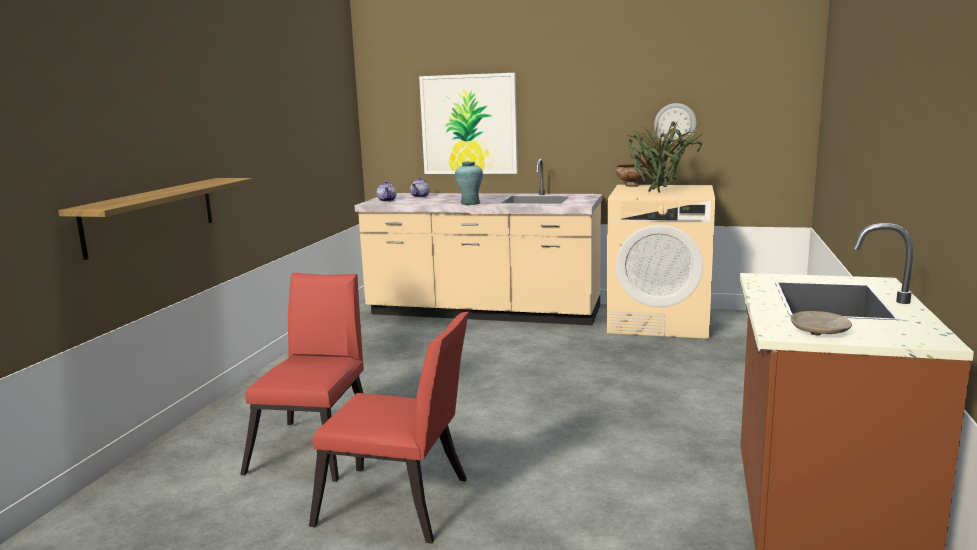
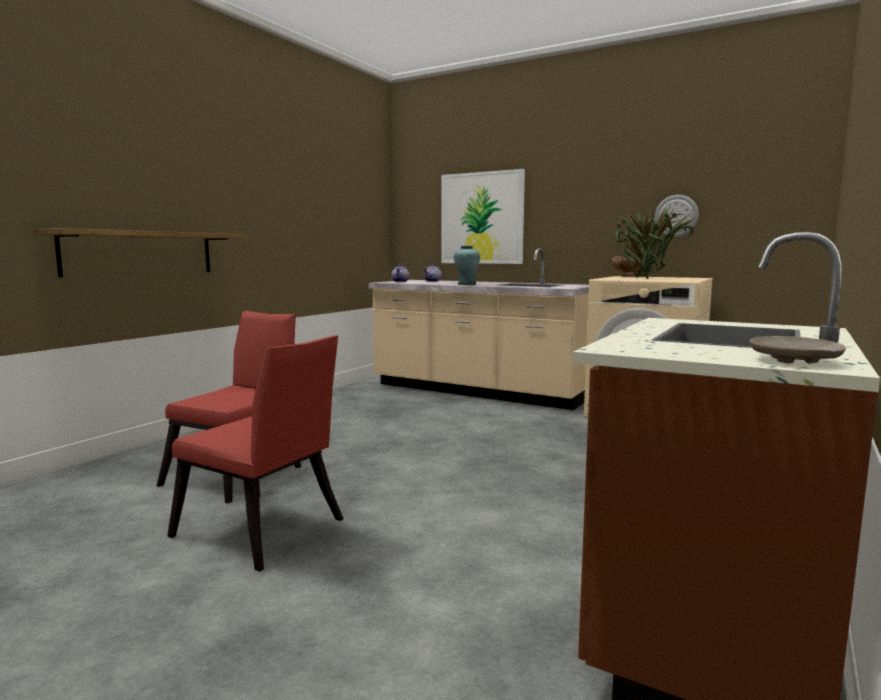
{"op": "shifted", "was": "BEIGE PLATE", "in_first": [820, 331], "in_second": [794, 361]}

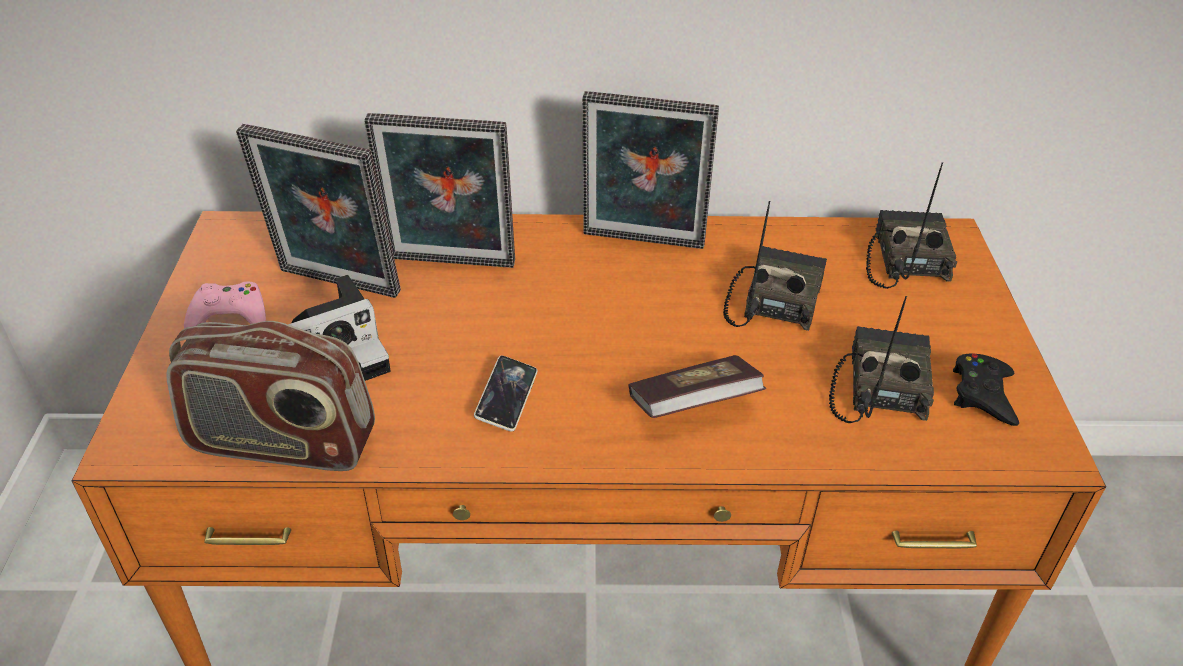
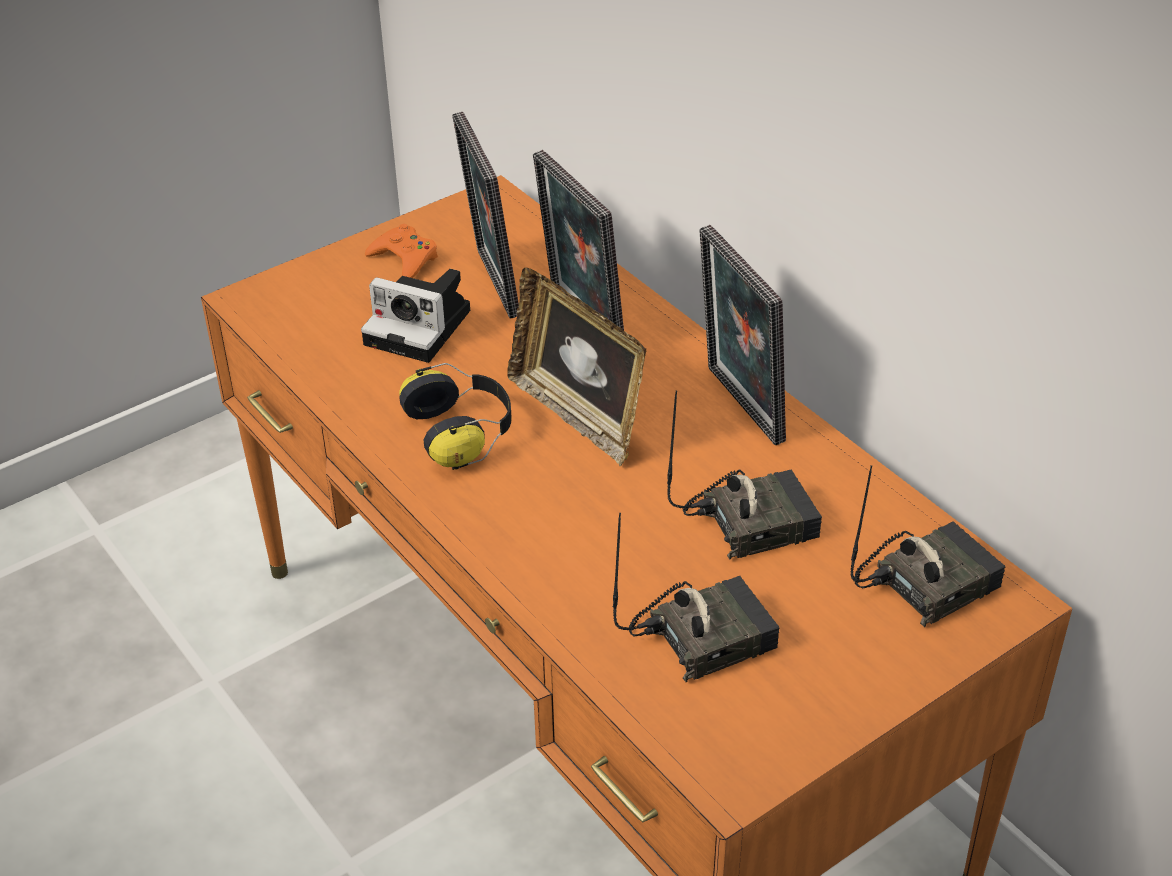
{"op": "repainted", "was": "PINK GAME CONTROLLER", "now": "ORANGE GAME CONTROLLER", "in_first": [229, 316], "in_second": [404, 259]}
{"op": "gone", "was": "RADIO", "in_first": [282, 443]}
{"op": "gone", "was": "BLACK GAME CONTROLLER", "in_first": [983, 394]}
{"op": "swapped", "was": "PHONE", "now": "HEADPHONES", "in_first": [507, 397], "in_second": [462, 432]}
{"op": "gone", "was": "BOOK", "in_first": [693, 405]}
{"op": "new", "now": "PICTURE FRAME", "in_second": [578, 414]}

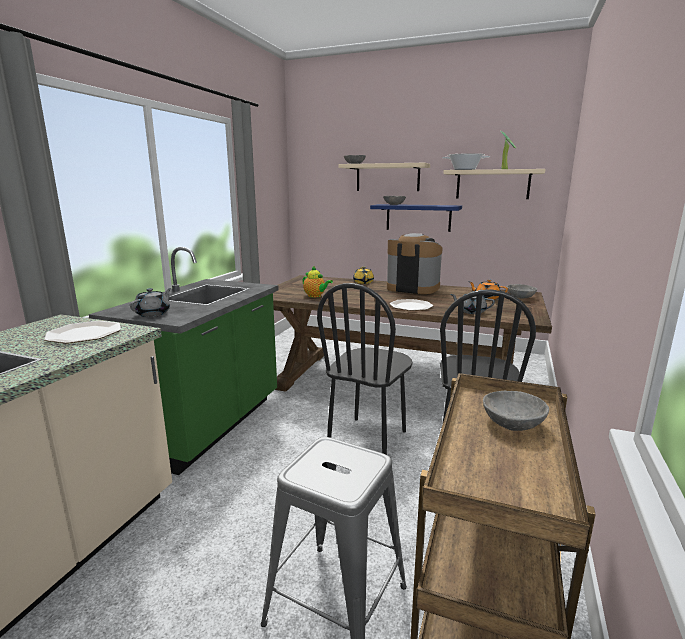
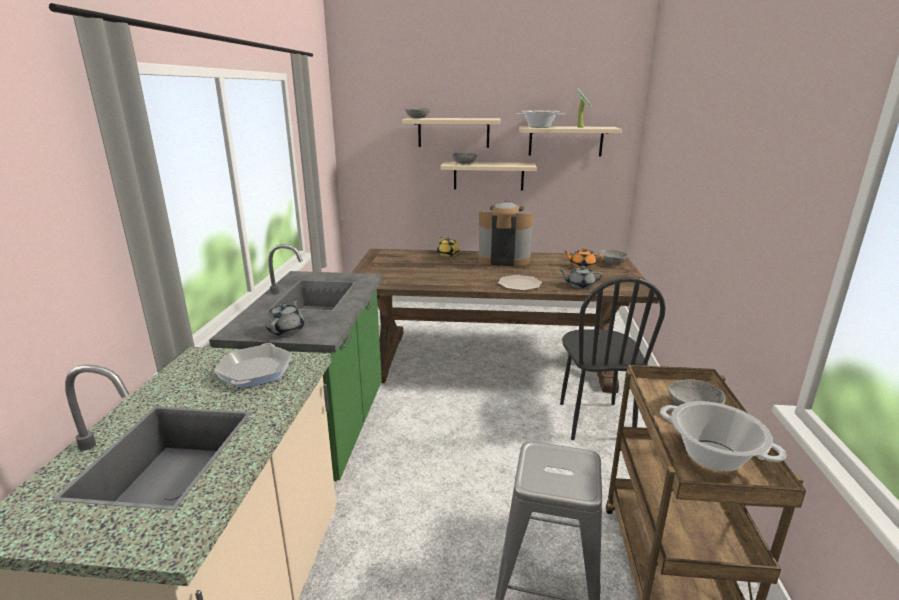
{"op": "repainted", "was": "BLUE SHELF", "now": "BEIGE SHELF", "in_first": [418, 217], "in_second": [488, 176]}
{"op": "gone", "was": "TEAPOT", "in_first": [315, 296]}
{"op": "gone", "was": "BLACK CHAIR", "in_first": [368, 439]}
{"op": "swapped", "was": "PLATE", "now": "FRYING PAN", "in_first": [84, 333], "in_second": [255, 371]}
{"op": "new", "now": "COOKING POT", "in_second": [713, 456]}

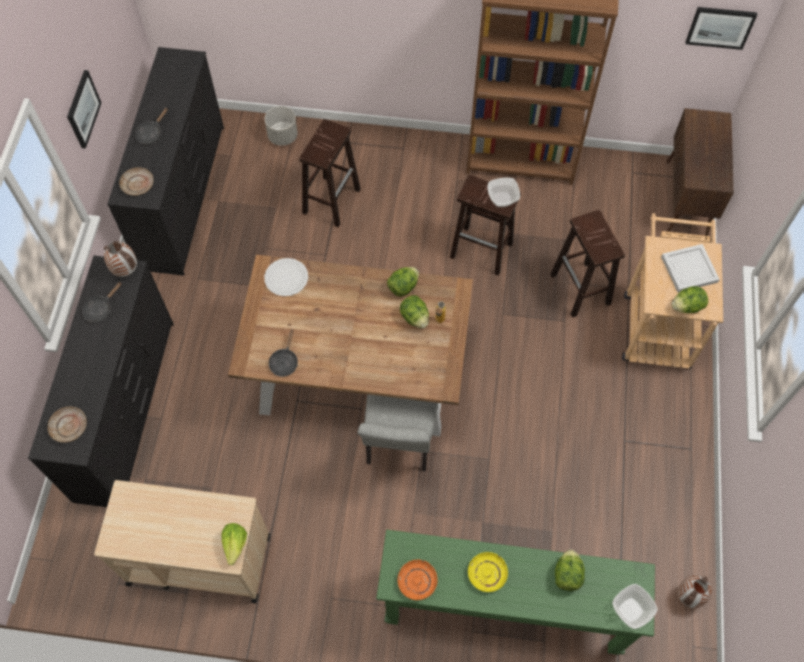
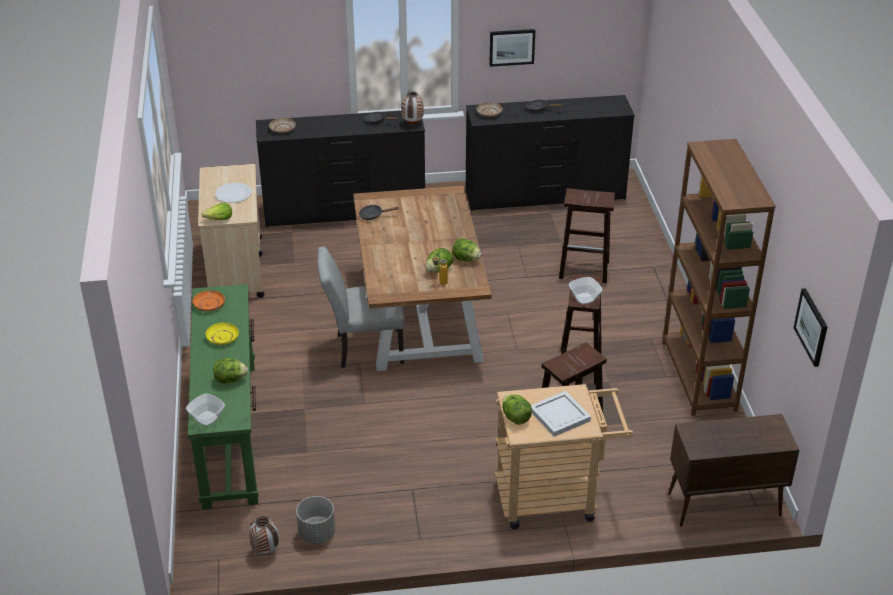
{"op": "shifted", "was": "GREY PLANTER", "in_first": [283, 136], "in_second": [316, 534]}
{"op": "shifted", "was": "WHITE PLATE", "in_first": [286, 278], "in_second": [233, 194]}

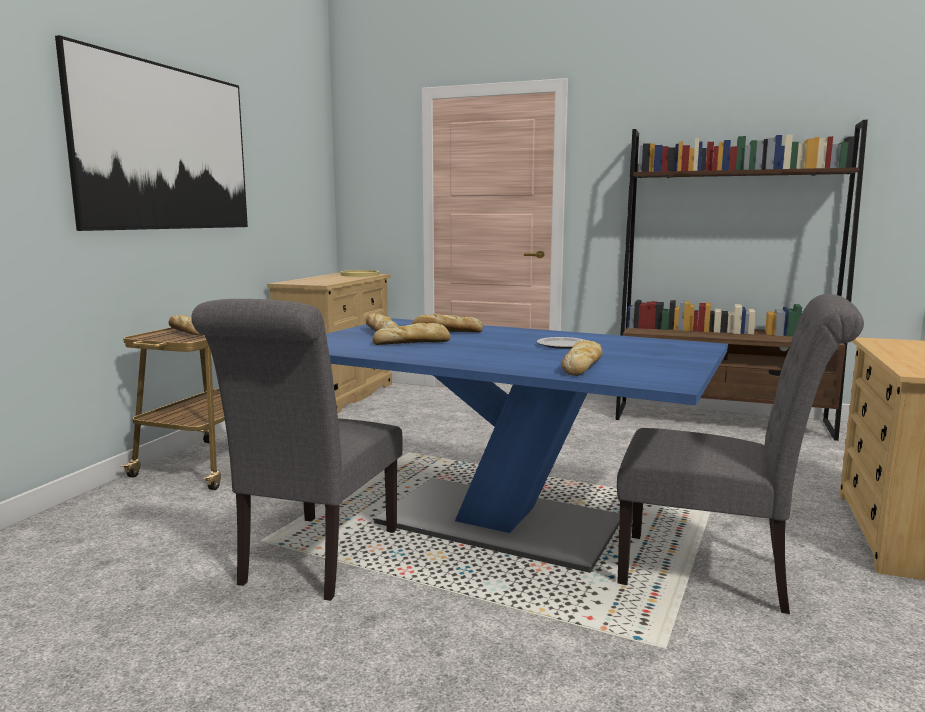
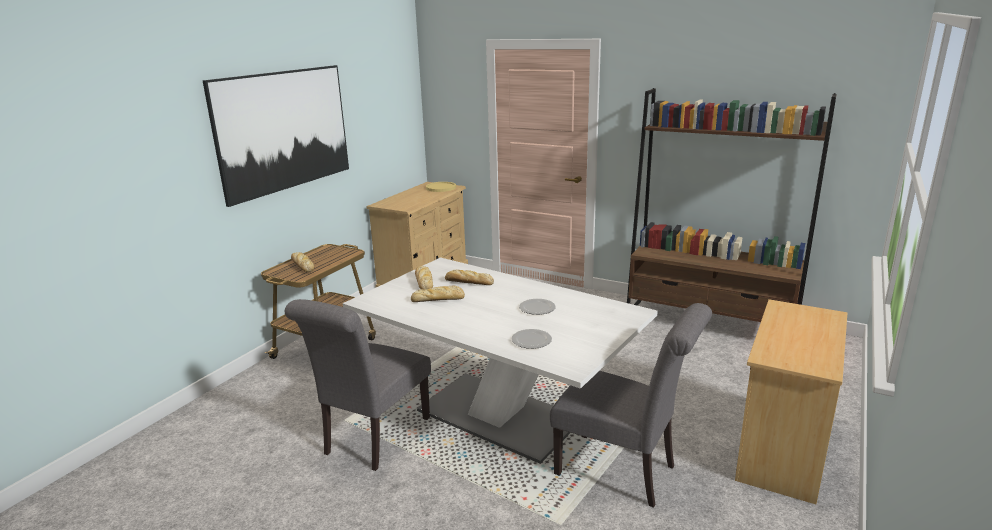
{"op": "repainted", "was": "BLUE DINING TABLE", "now": "WHITE DINING TABLE", "in_first": [499, 522], "in_second": [498, 415]}
{"op": "swapped", "was": "BREAD", "now": "PLATE", "in_first": [582, 366], "in_second": [531, 340]}

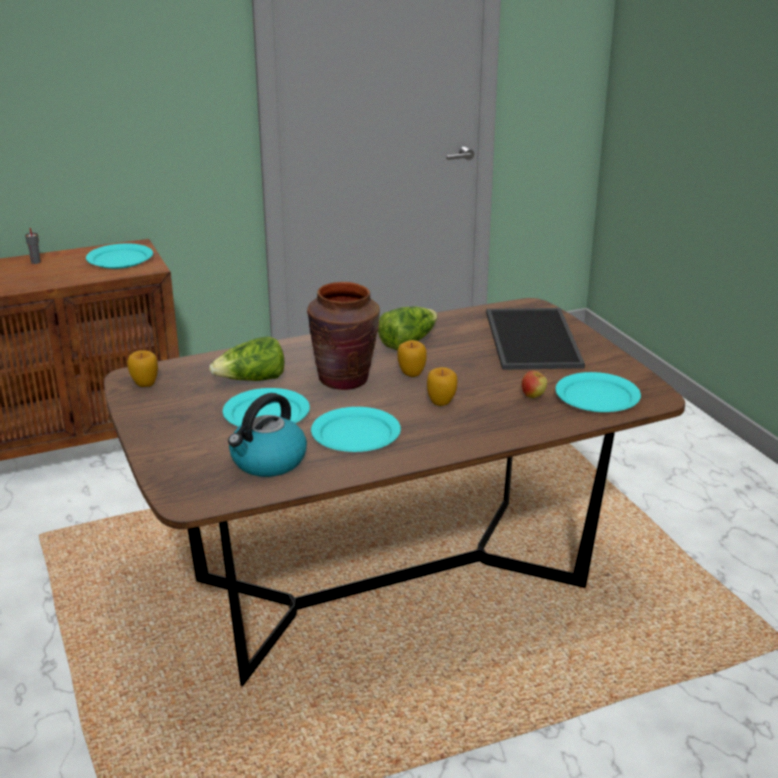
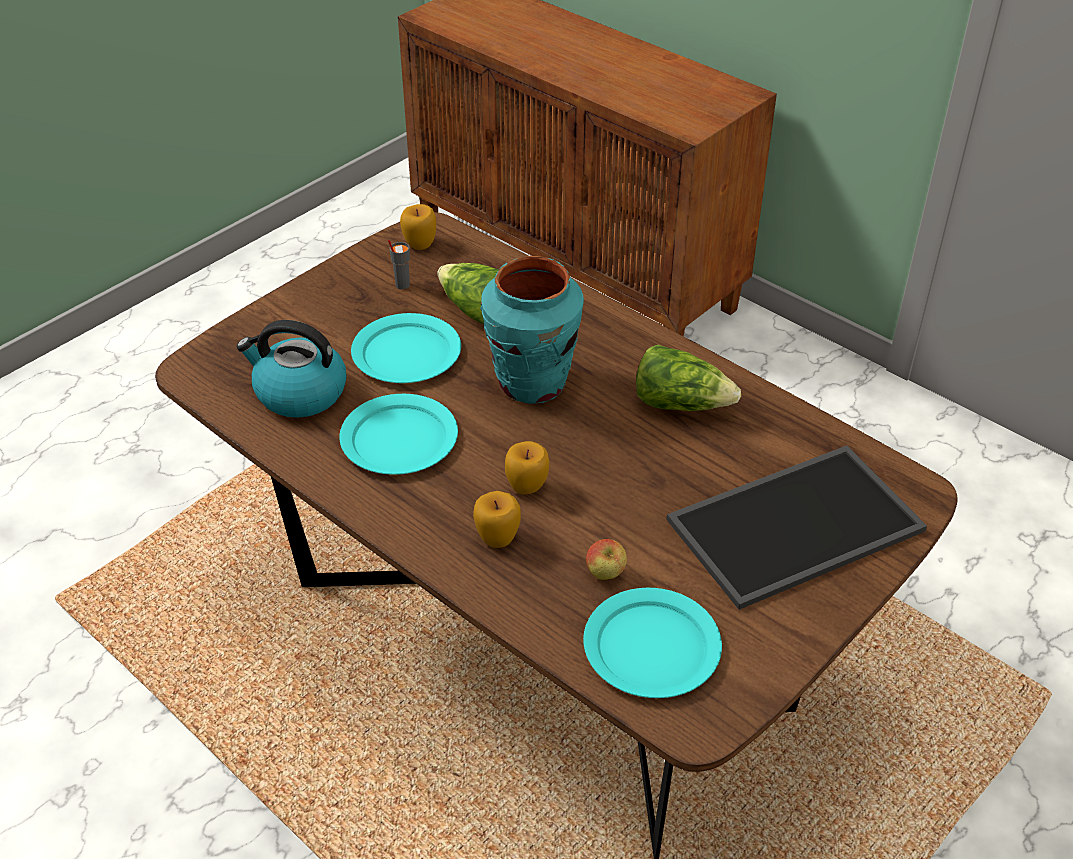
{"op": "shifted", "was": "GREY CUP", "in_first": [35, 262], "in_second": [402, 285]}
{"op": "gone", "was": "TURQUOISE PLATE", "in_first": [119, 259]}
{"op": "repainted", "was": "BROWN VASE", "now": "TURQUOISE VASE", "in_first": [344, 379], "in_second": [532, 383]}
{"op": "shifted", "was": "APPLE", "in_first": [411, 373], "in_second": [497, 538]}

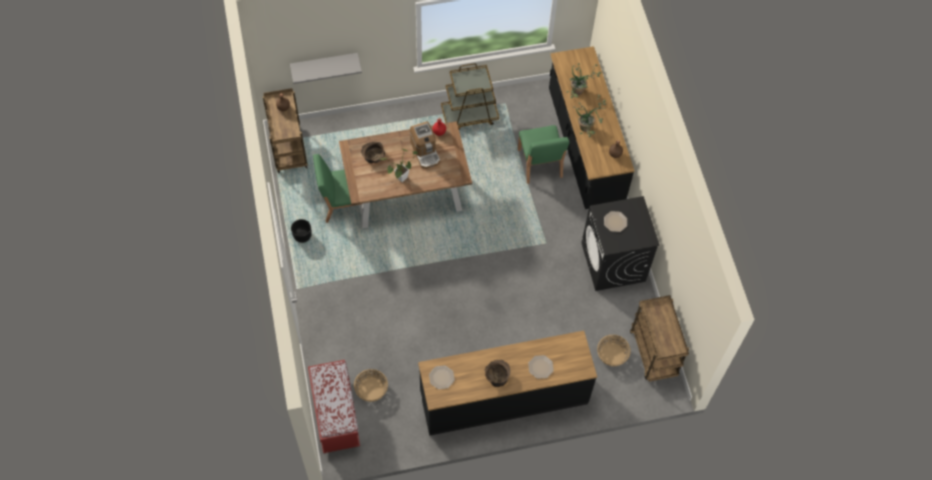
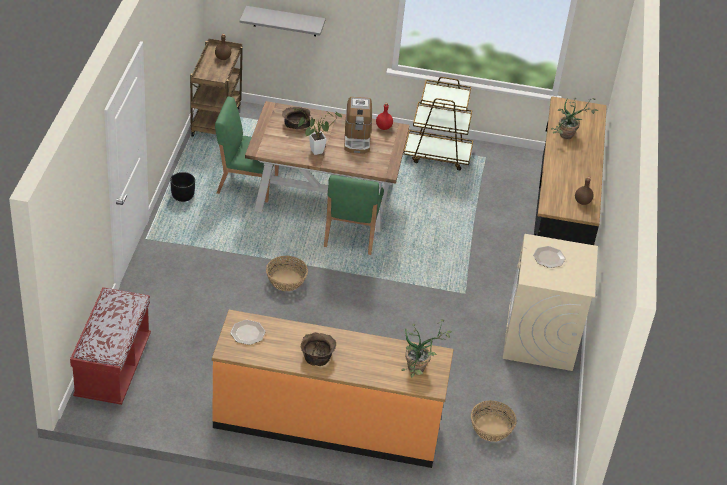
{"op": "shifted", "was": "POTTED PLANT", "in_first": [588, 128], "in_second": [419, 371]}
{"op": "shifted", "was": "GREEN CHAIR", "in_first": [539, 164], "in_second": [351, 234]}
{"op": "repainted", "was": "BLACK WASHING MACHINE", "now": "BEIGE WASHING MACHINE", "in_first": [613, 262], "in_second": [540, 339]}
{"op": "gone", "was": "BROWN CART", "in_first": [654, 354]}
{"op": "repainted", "was": "BLACK COUNTER", "now": "ORANGE COUNTER", "in_first": [503, 397], "in_second": [327, 423]}
{"op": "gone", "was": "PLATE", "in_first": [540, 367]}
{"op": "shifted", "was": "BASKET", "in_first": [371, 389], "in_second": [286, 280]}

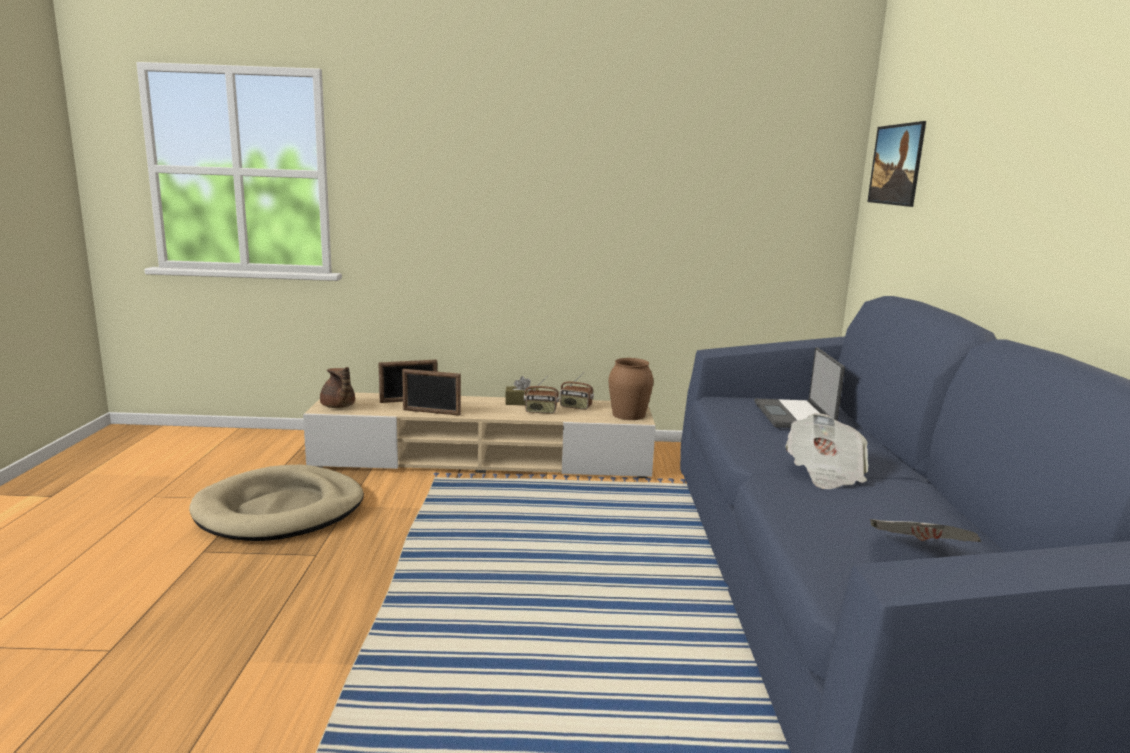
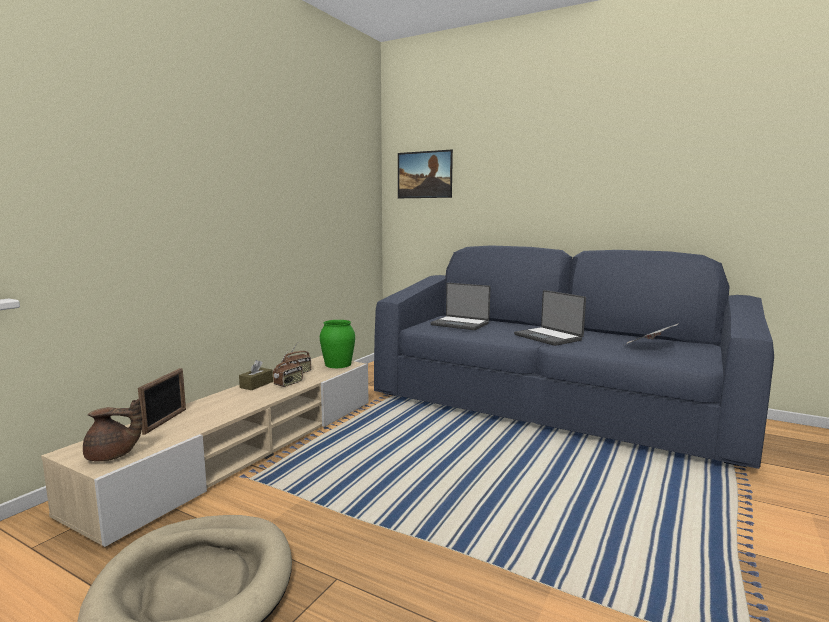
{"op": "repainted", "was": "BROWN VASE", "now": "GREEN VASE", "in_first": [628, 415], "in_second": [338, 364]}
{"op": "gone", "was": "PICTURE FRAME", "in_first": [431, 412]}
{"op": "swapped", "was": "NEWSPAPER", "now": "LAPTOP", "in_first": [824, 473], "in_second": [549, 337]}

